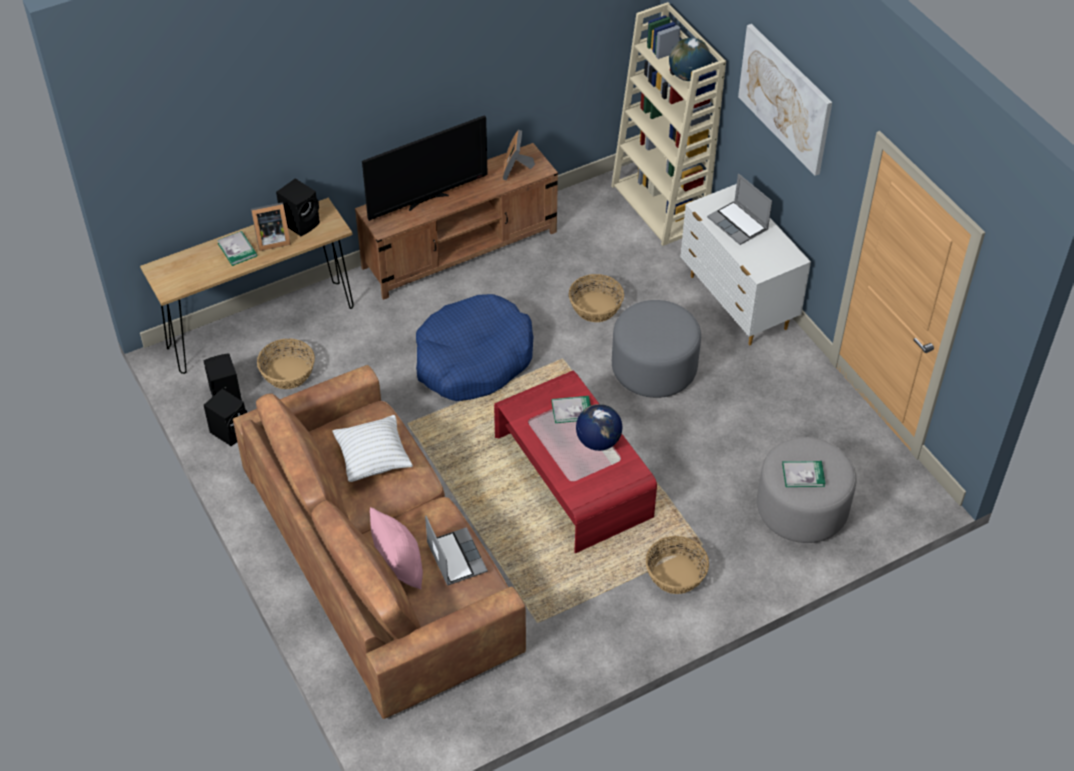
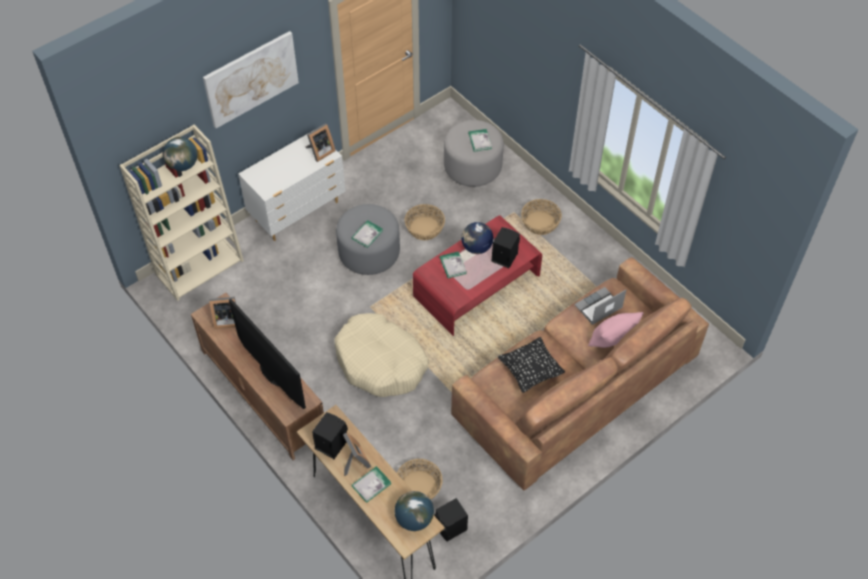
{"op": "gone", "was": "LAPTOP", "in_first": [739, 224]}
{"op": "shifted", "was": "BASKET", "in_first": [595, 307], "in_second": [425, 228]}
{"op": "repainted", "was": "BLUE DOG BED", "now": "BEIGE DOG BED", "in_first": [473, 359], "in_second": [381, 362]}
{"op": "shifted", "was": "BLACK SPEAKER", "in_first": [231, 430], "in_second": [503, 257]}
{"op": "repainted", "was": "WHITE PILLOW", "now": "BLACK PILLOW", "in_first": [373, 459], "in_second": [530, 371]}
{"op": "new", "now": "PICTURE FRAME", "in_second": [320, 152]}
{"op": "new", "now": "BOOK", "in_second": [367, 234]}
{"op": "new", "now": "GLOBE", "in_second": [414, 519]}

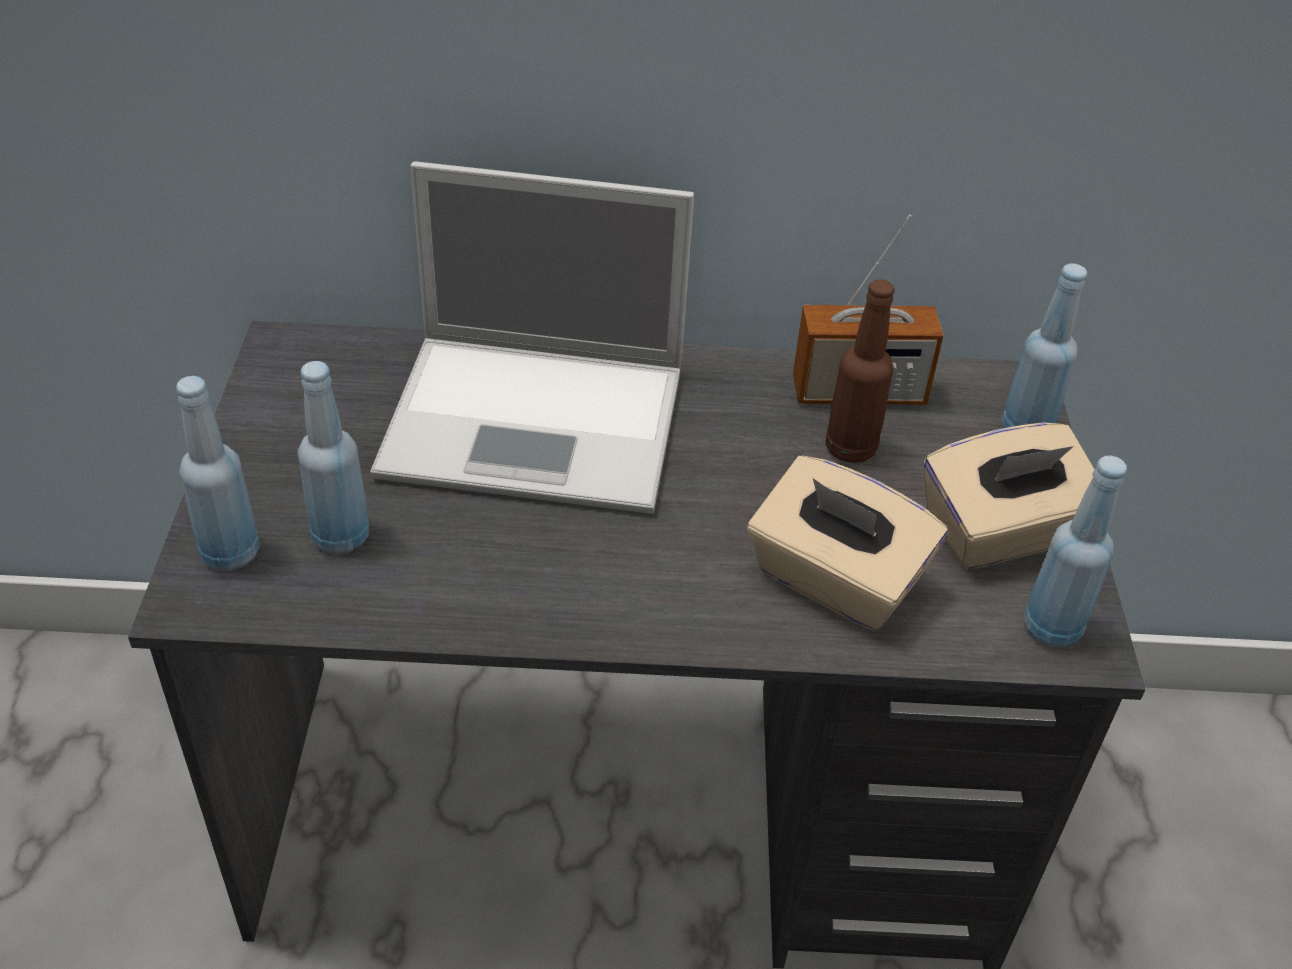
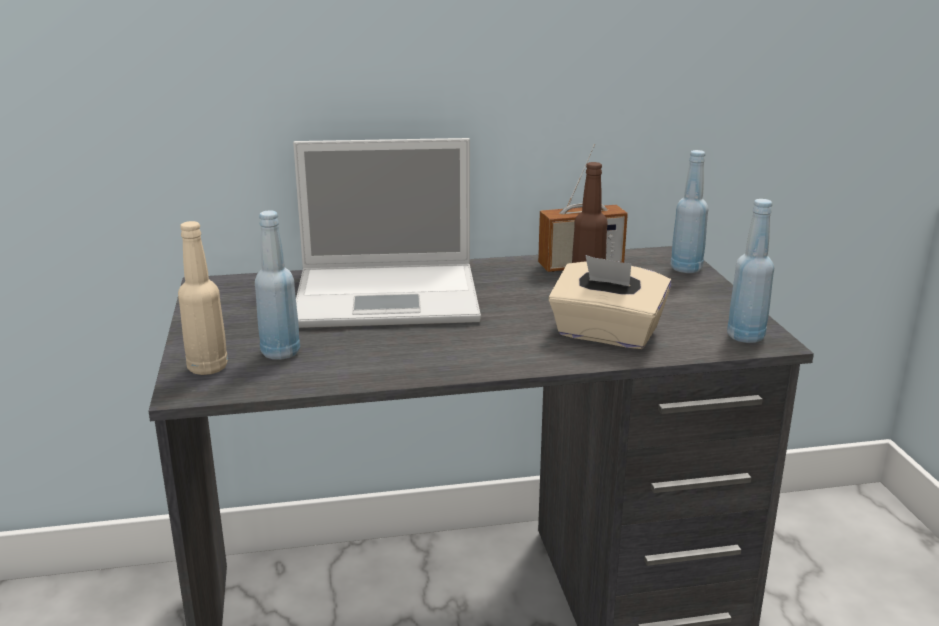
{"op": "repainted", "was": "BLUE BOTTLE", "now": "BEIGE BOTTLE", "in_first": [230, 553], "in_second": [207, 368]}
{"op": "gone", "was": "BEIGE TISSUE BOX", "in_first": [1002, 533]}

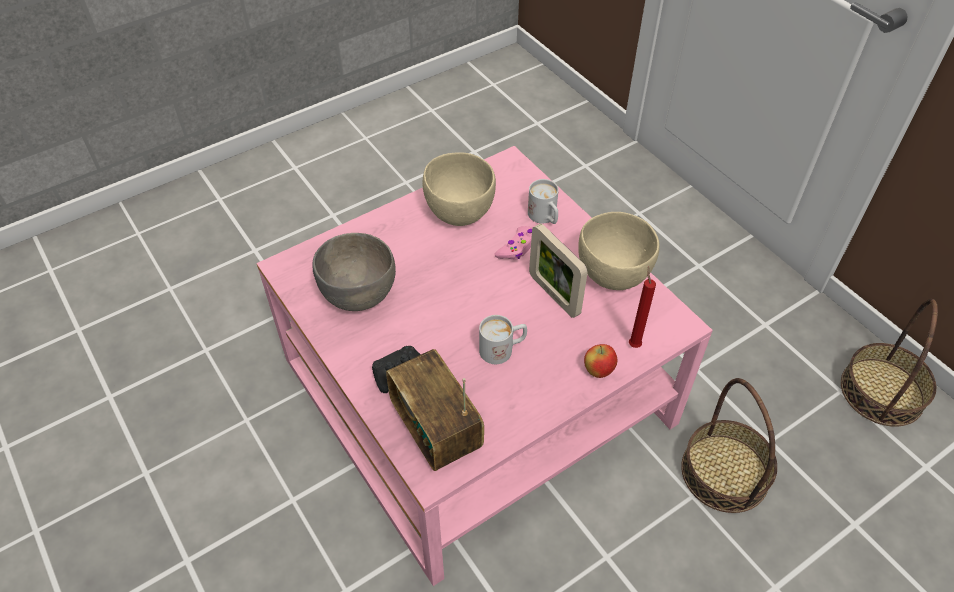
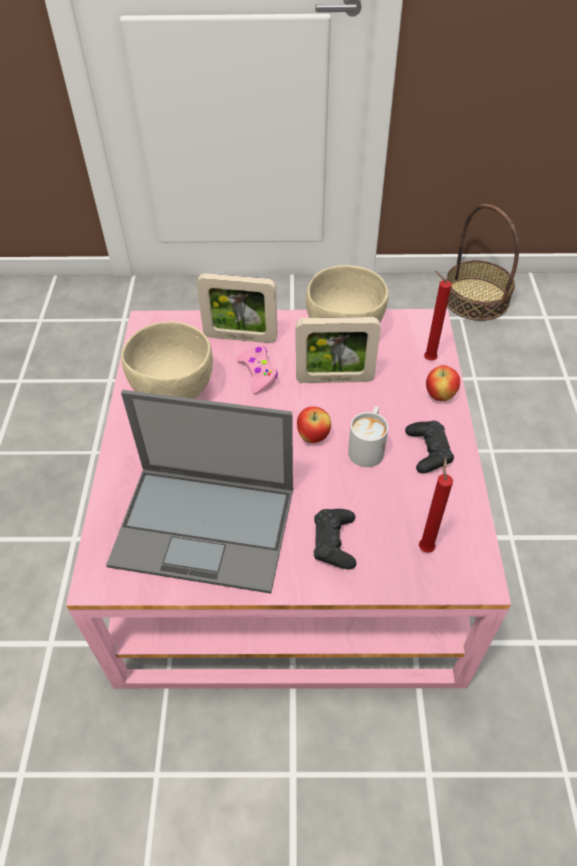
{"op": "swapped", "was": "WHITE MUG", "now": "PICTURE FRAME", "in_first": [545, 218], "in_second": [240, 337]}
{"op": "swapped", "was": "GREY BOWL", "now": "LAPTOP", "in_first": [359, 295], "in_second": [206, 526]}
{"op": "swapped", "was": "RADIO", "now": "RED CANDLE", "in_first": [436, 429], "in_second": [425, 546]}
{"op": "gone", "was": "BASKET", "in_first": [725, 472]}
{"op": "new", "now": "APPLE", "in_second": [313, 436]}
{"op": "new", "now": "BLACK GAME CONTROLLER", "in_second": [428, 450]}

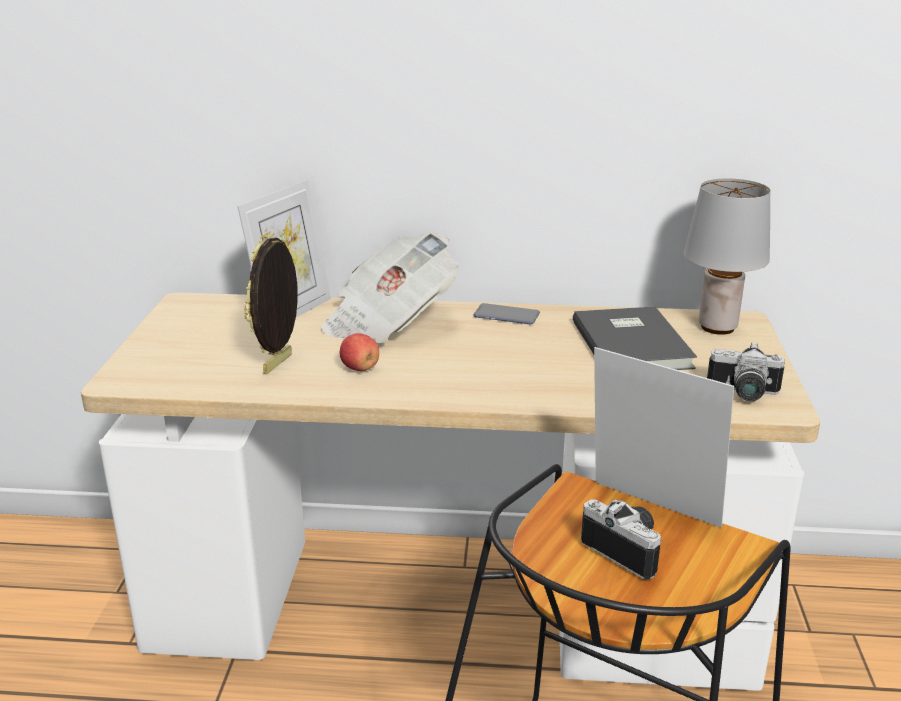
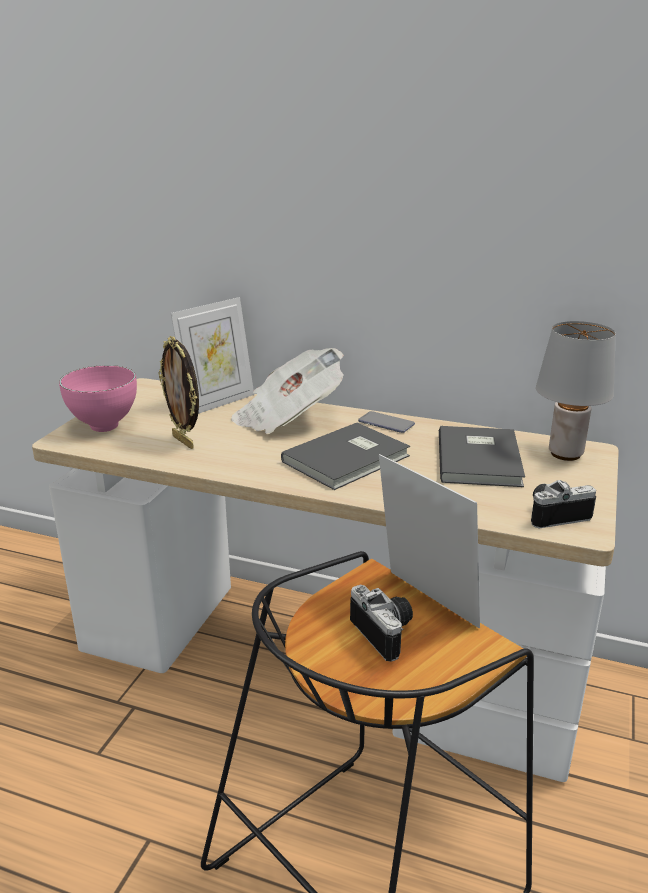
{"op": "rotated", "was": "PICTURE FRAME", "in_first": [279, 364], "in_second": [184, 441], "clockwise": -75}
{"op": "gone", "was": "APPLE", "in_first": [360, 368]}
{"op": "rotated", "was": "PHOTO CAMERA", "in_first": [743, 394], "in_second": [554, 514], "clockwise": 135}
{"op": "new", "now": "PINK BOWL", "in_second": [106, 427]}
{"op": "new", "now": "GREY BOOK", "in_second": [349, 459]}

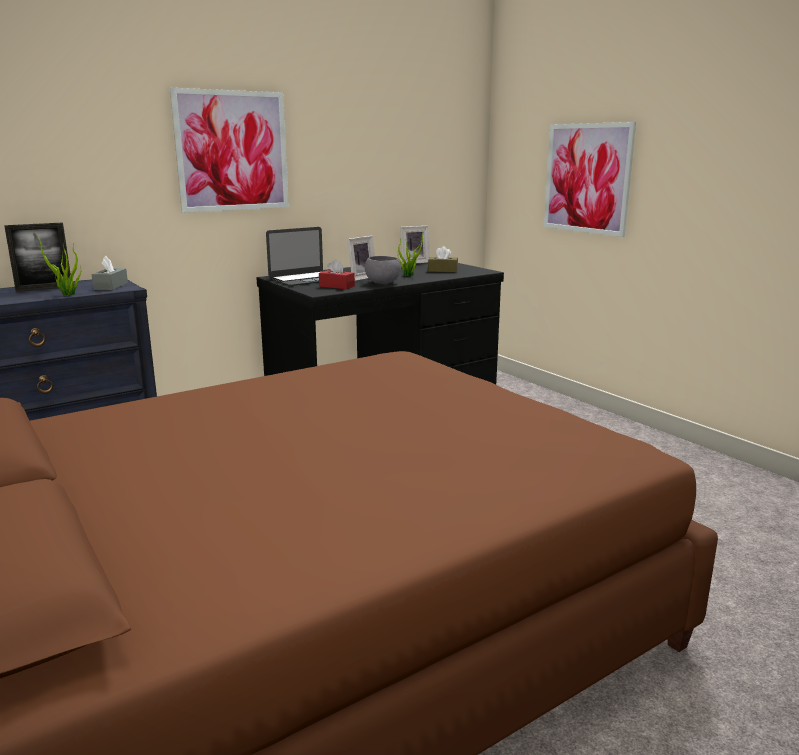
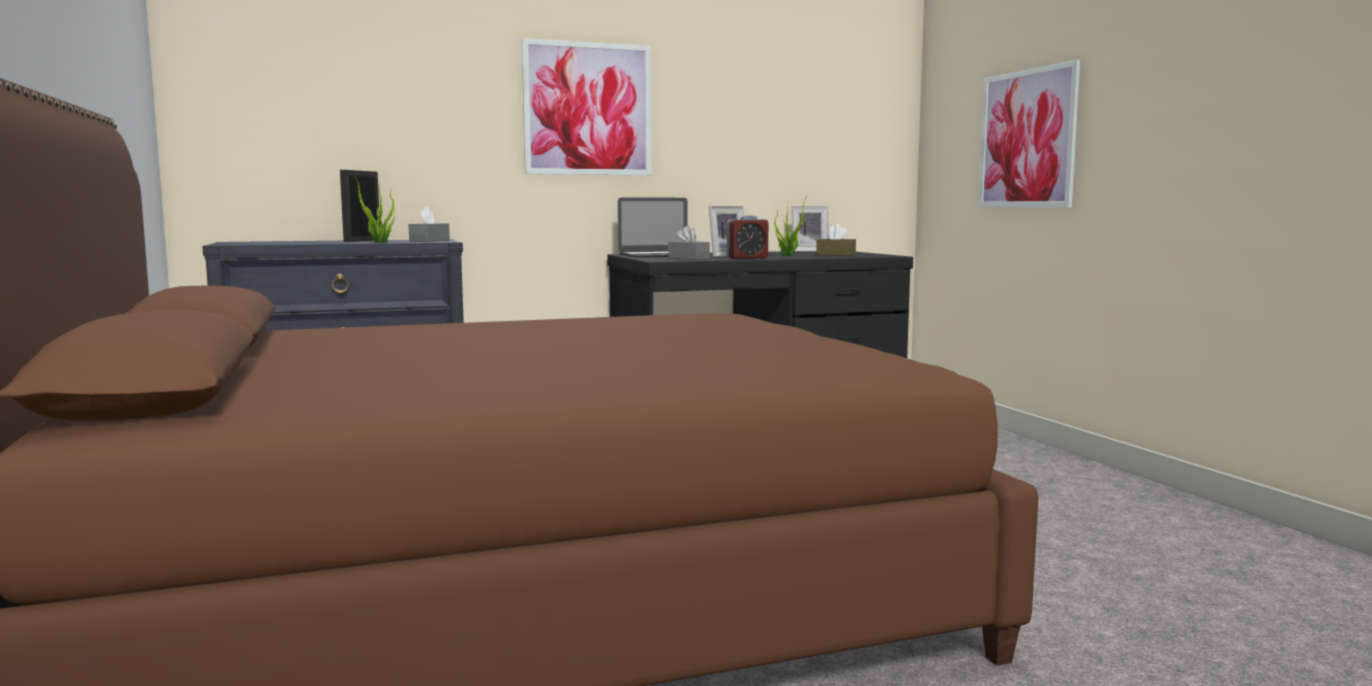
{"op": "rotated", "was": "PICTURE FRAME", "in_first": [44, 288], "in_second": [362, 241], "clockwise": 120}
{"op": "swapped", "was": "GREY BOWL", "now": "ALARM CLOCK", "in_first": [383, 283], "in_second": [747, 258]}
{"op": "repainted", "was": "RED TISSUE BOX", "now": "GREY TISSUE BOX", "in_first": [337, 286], "in_second": [688, 258]}

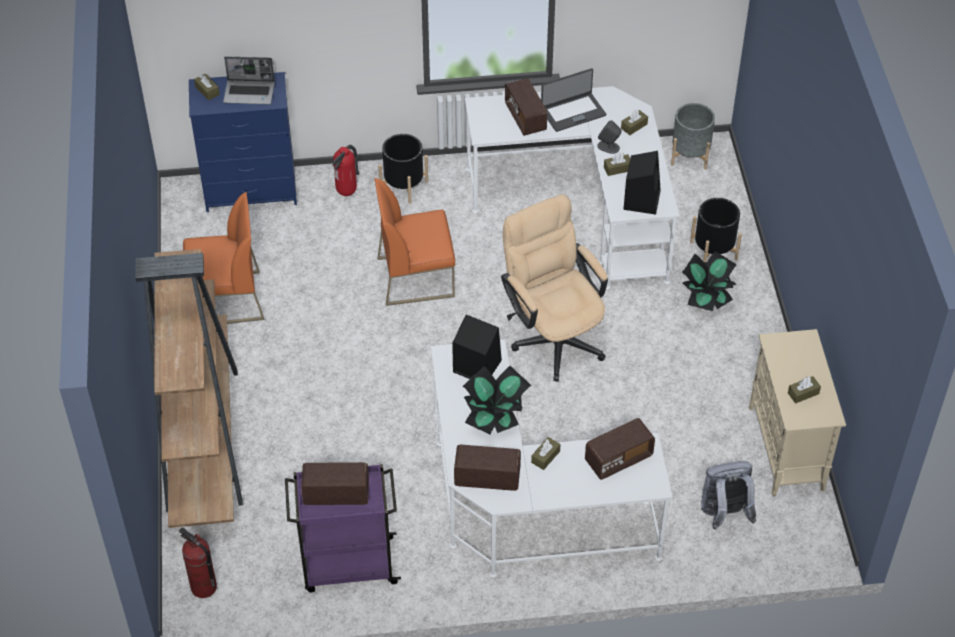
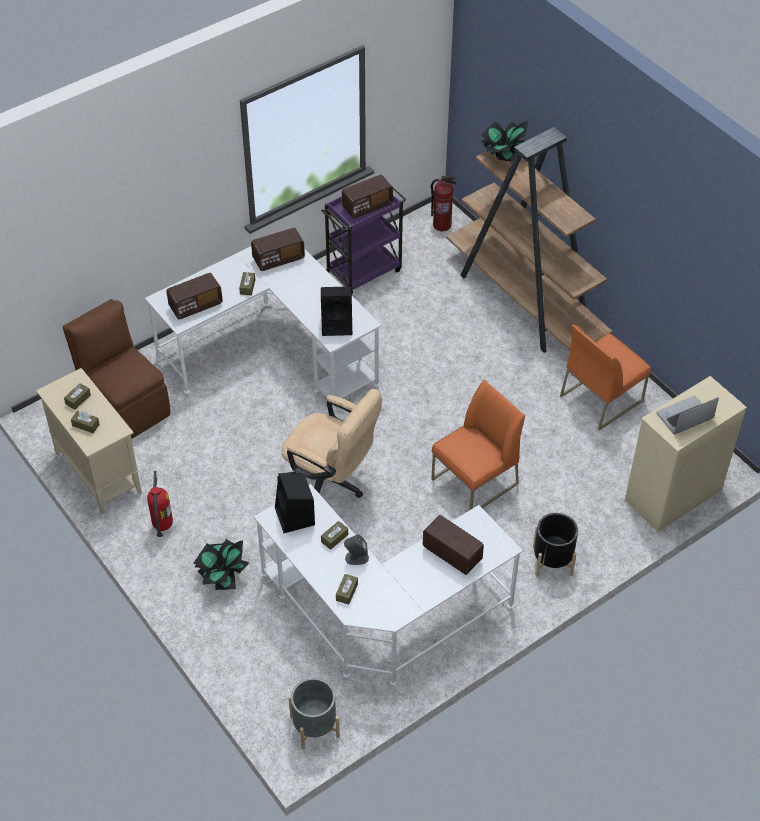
{"op": "gone", "was": "LAPTOP", "in_first": [573, 112]}
{"op": "repainted", "was": "BLUE DRESSER", "now": "BEIGE DRESSER", "in_first": [251, 190], "in_second": [672, 495]}
{"op": "shifted", "was": "BROWN TISSUE BOX", "in_first": [207, 91], "in_second": [85, 425]}
{"op": "shifted", "was": "FIRE EXTINGUISHER", "in_first": [347, 193], "in_second": [162, 526]}
{"op": "gone", "was": "BLACK PLANTER", "in_first": [713, 250]}
{"op": "shifted", "was": "POTTED PLANT", "in_first": [495, 416], "in_second": [503, 156]}
{"op": "rotated", "was": "RADIO", "in_first": [618, 459], "in_second": [195, 305], "clockwise": -150}
{"op": "swapped", "was": "GREY BACKPACK", "now": "BROWN CHAIR", "in_first": [724, 514], "in_second": [125, 406]}

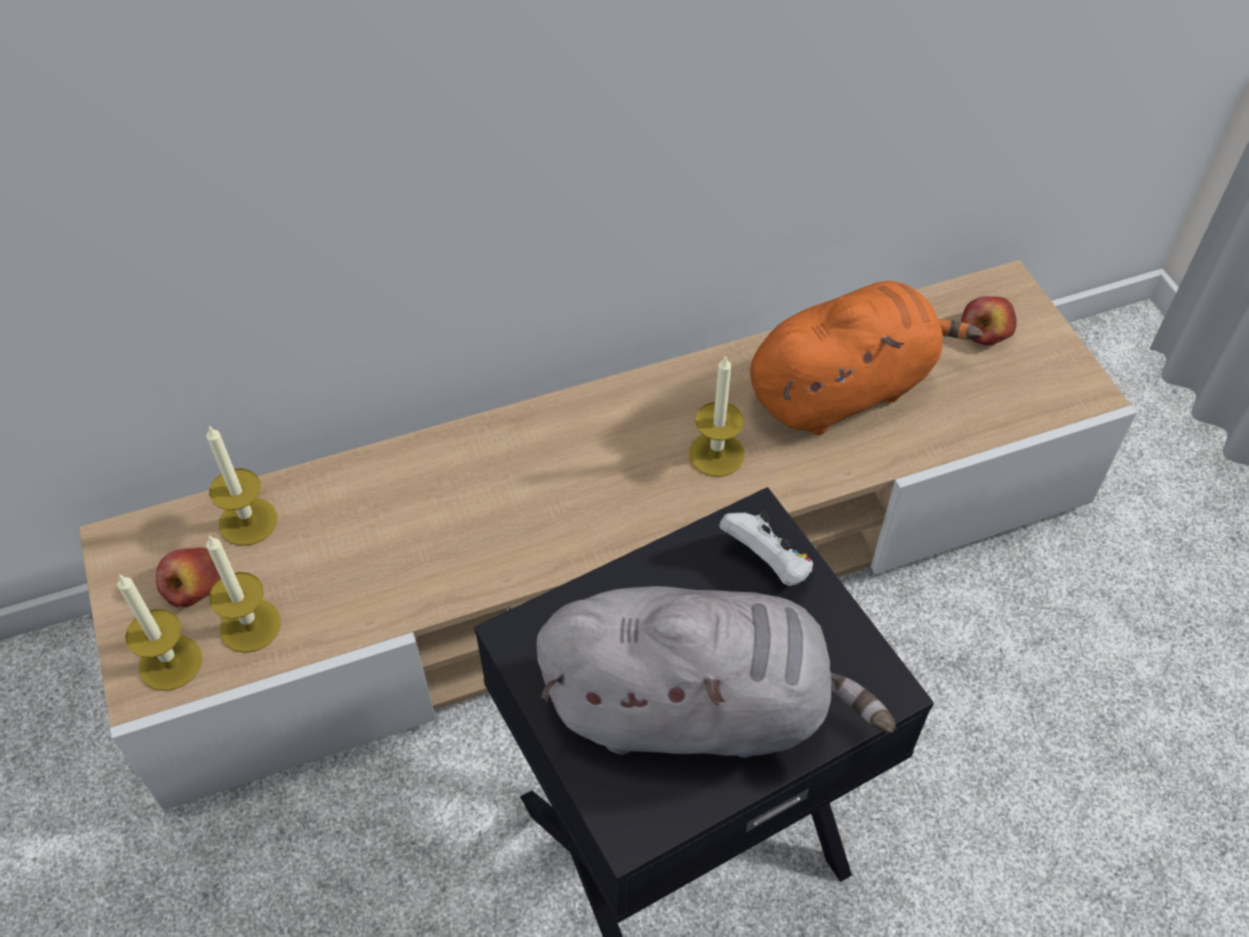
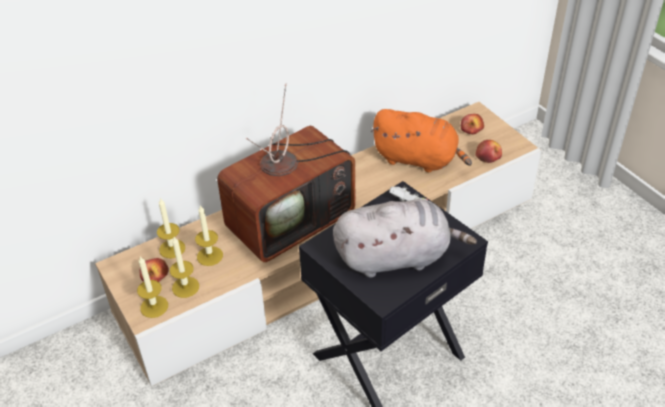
{"op": "rotated", "was": "ORANGE PLUSH TOY", "in_first": [845, 389], "in_second": [418, 159], "clockwise": 60}
{"op": "shifted", "was": "CANDLE", "in_first": [716, 454], "in_second": [210, 256]}
{"op": "new", "now": "TELEVISION", "in_second": [291, 220]}
{"op": "new", "now": "APPLE", "in_second": [488, 156]}

